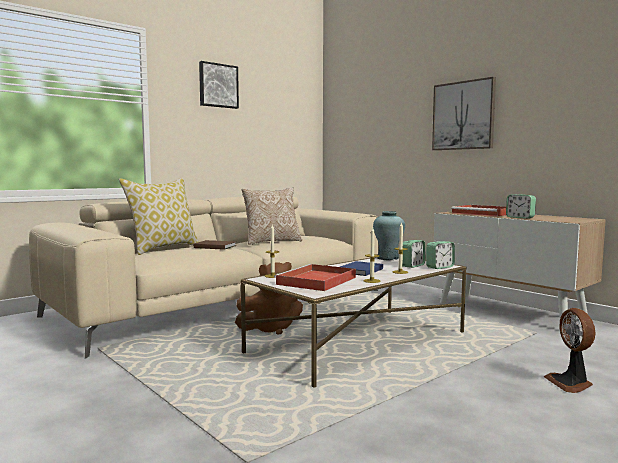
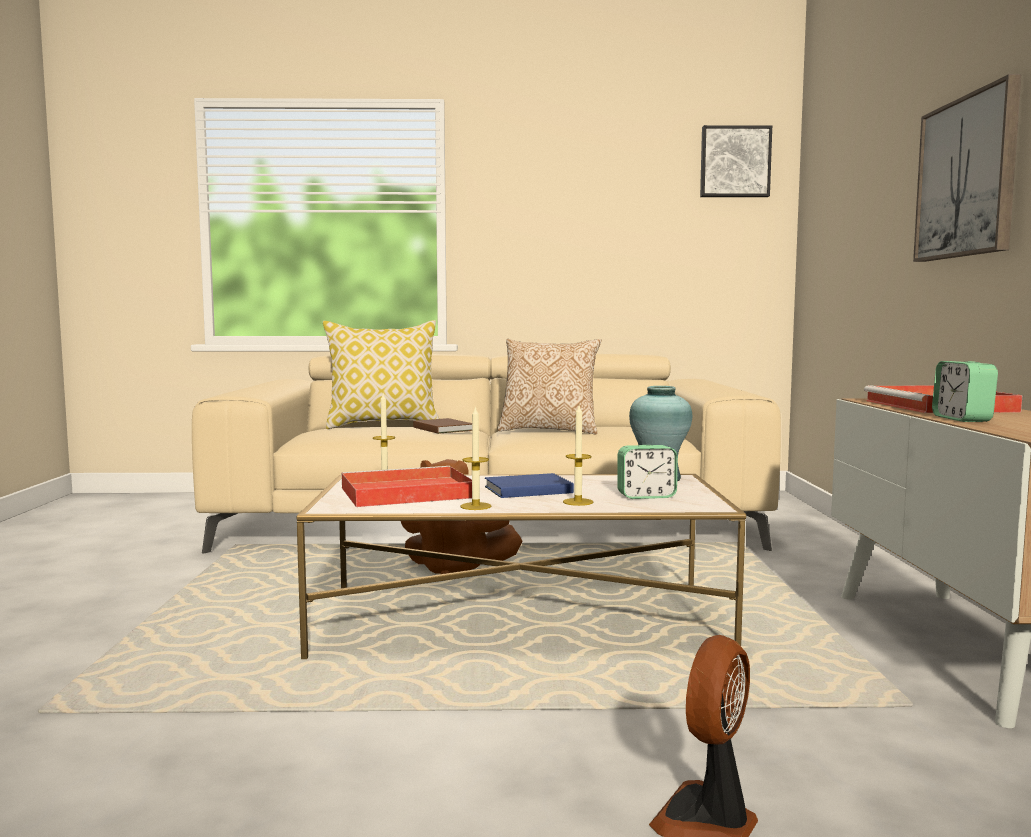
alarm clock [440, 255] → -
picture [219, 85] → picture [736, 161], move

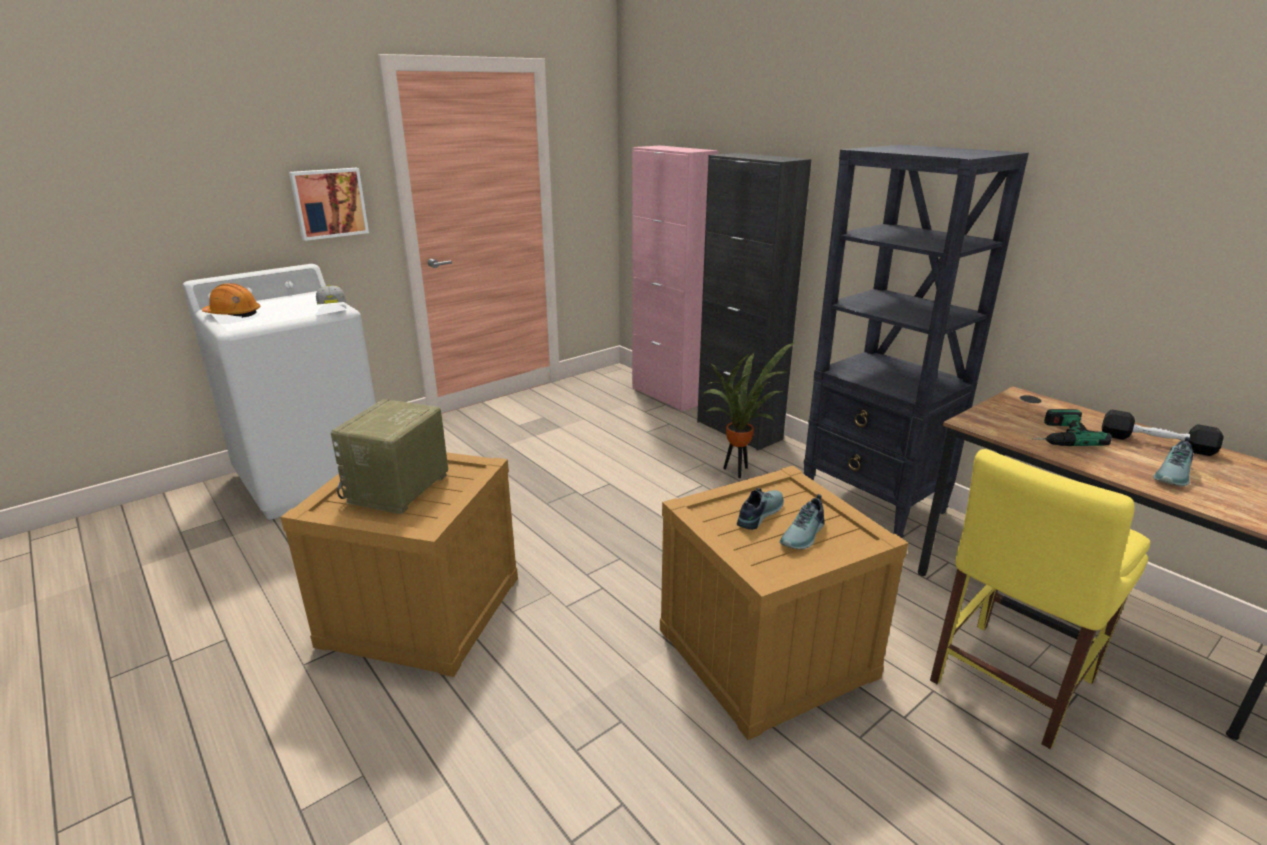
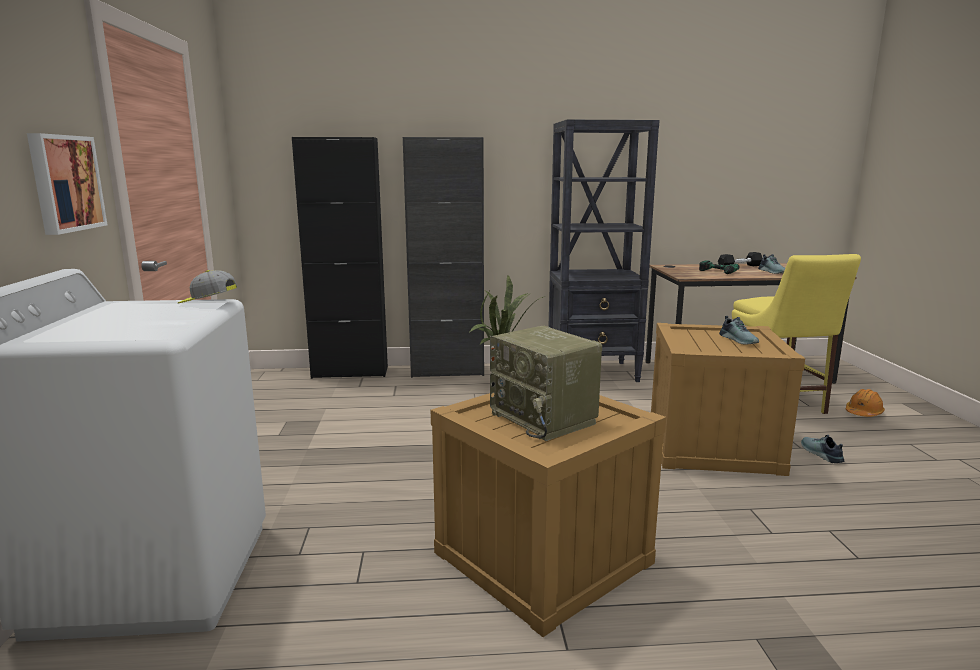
orange hard hat [231, 300] → orange hard hat [865, 403], move
shoe [760, 509] → shoe [822, 449], move
pink cabinet [675, 278] → black cabinet [340, 258]

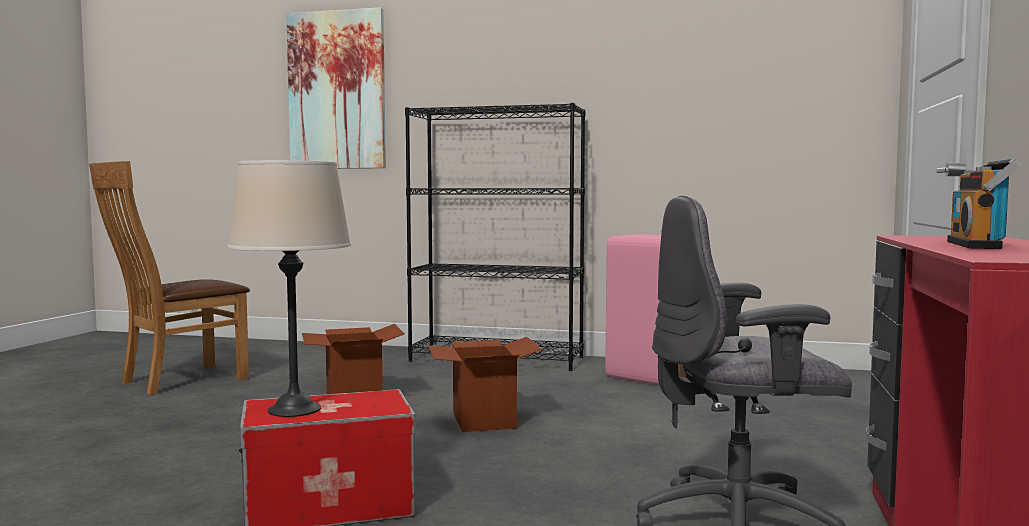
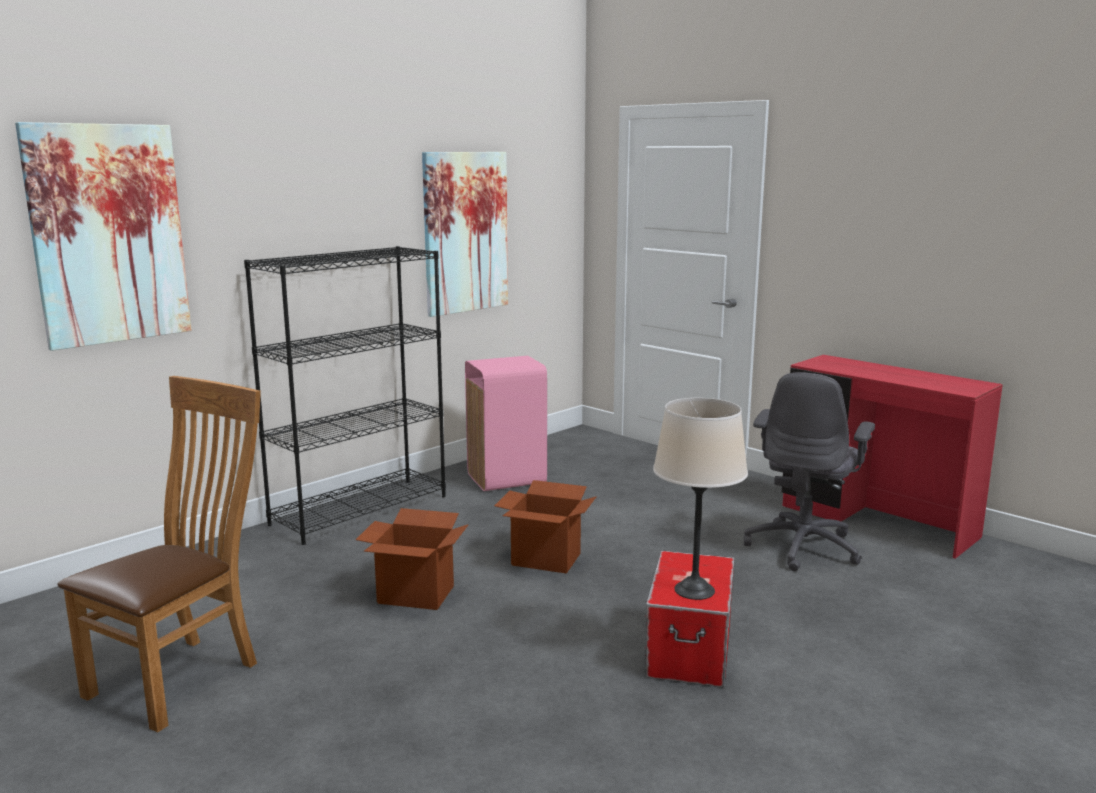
radio [984, 204] → -
- → picture [465, 234]
brown chair [169, 278] → brown chair [159, 554], 135 degrees counterclockwise

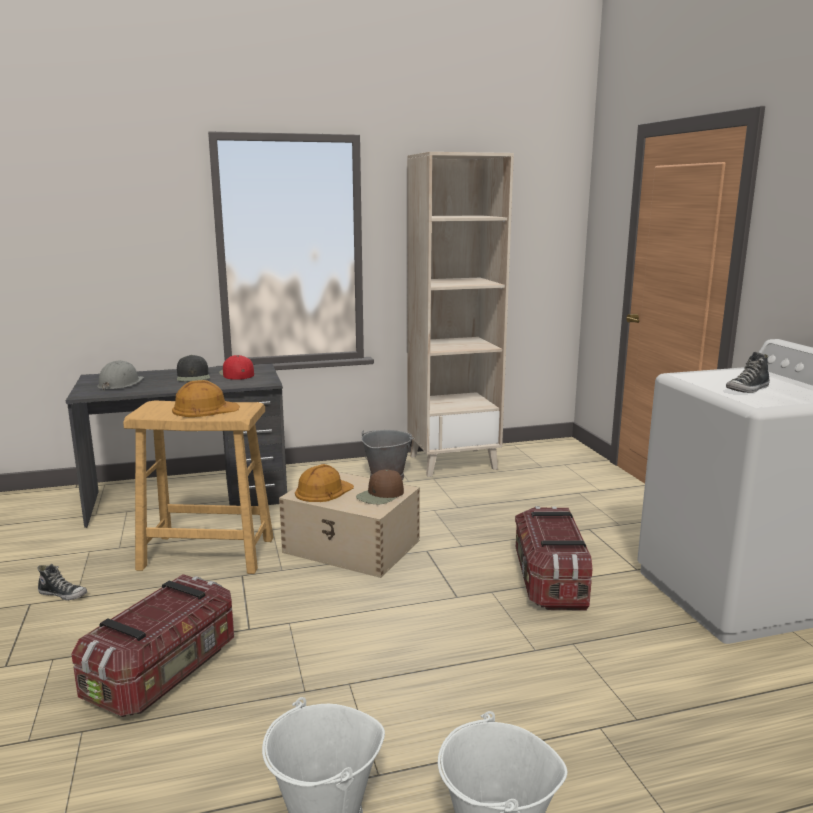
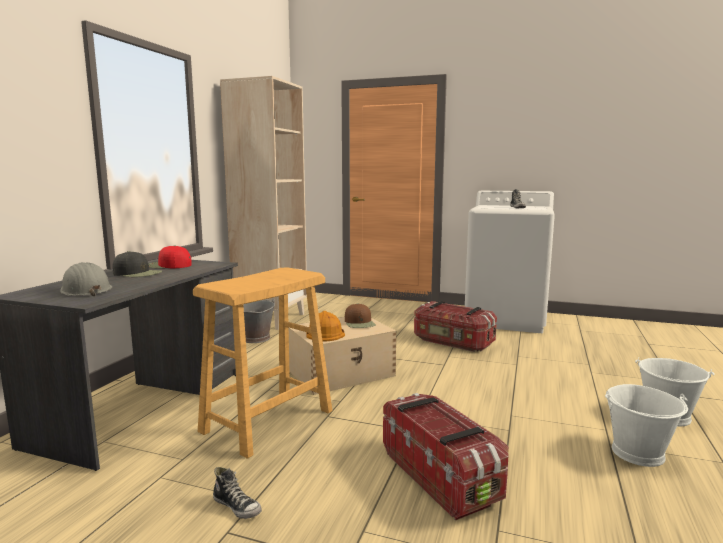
orange hard hat [206, 398] → -
shoe [62, 582] → shoe [237, 493], 75 degrees clockwise

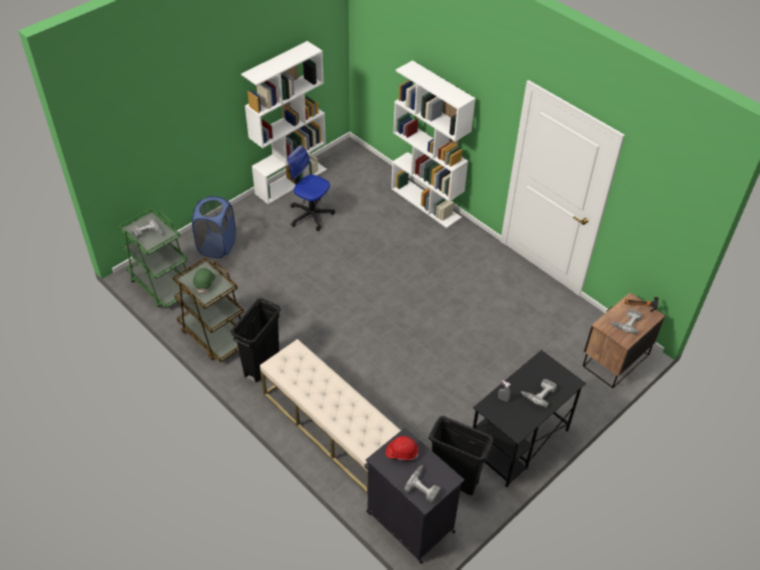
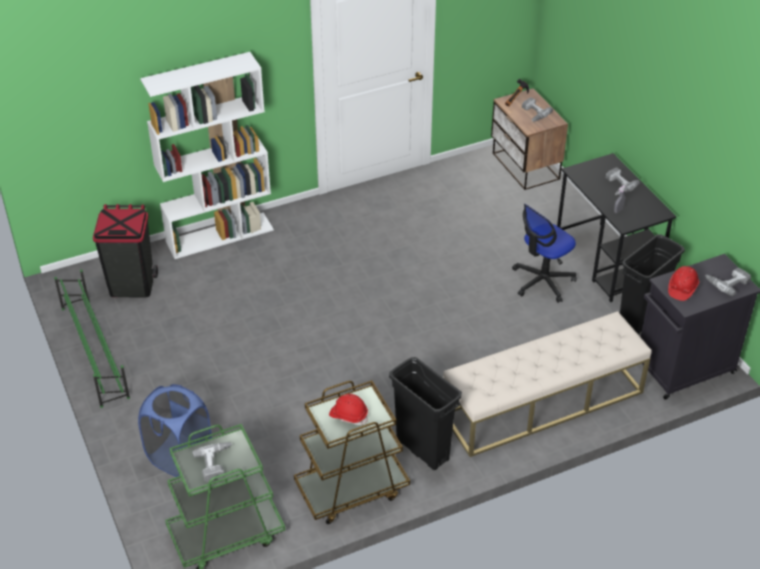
- → black trash can [125, 250]
office chair [311, 188] → office chair [544, 253], move
white bookcase [284, 122] → green shoe rack [92, 338]
green hard hat [204, 281] → red hard hat [348, 409]

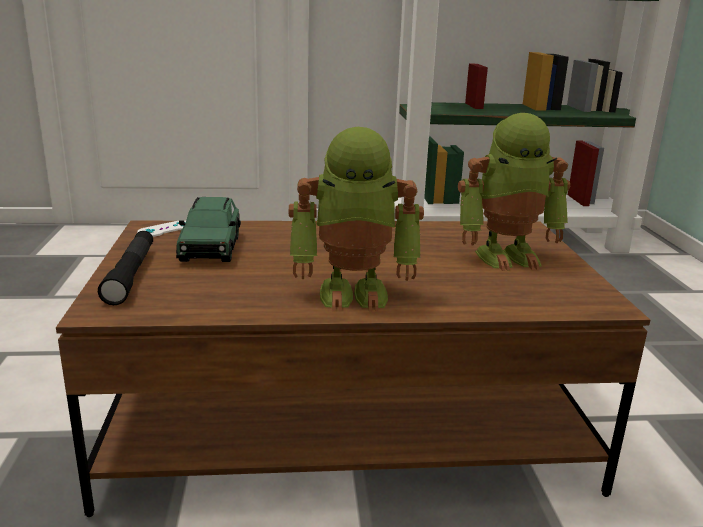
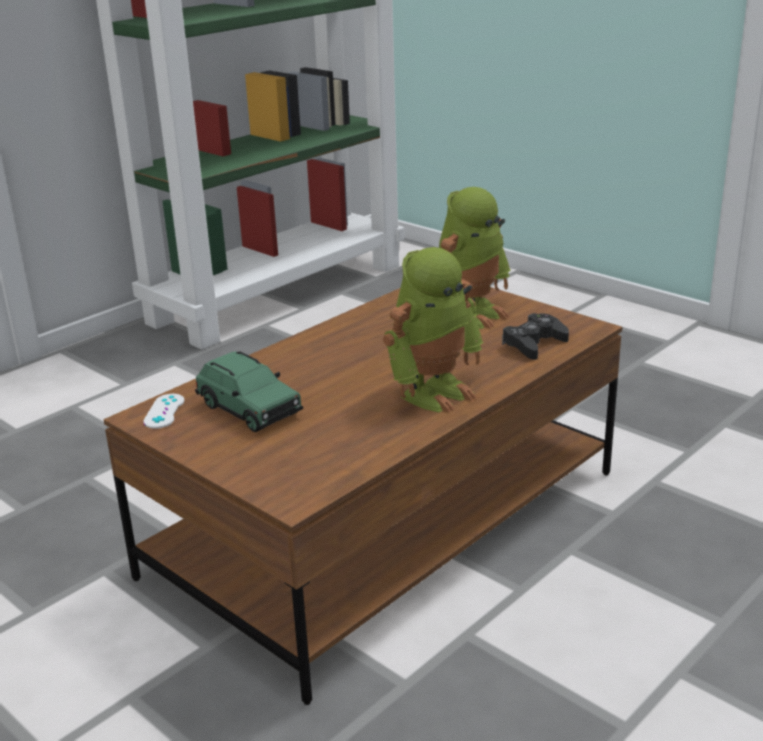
black flashlight [125, 268] → -
- → black game controller [535, 336]

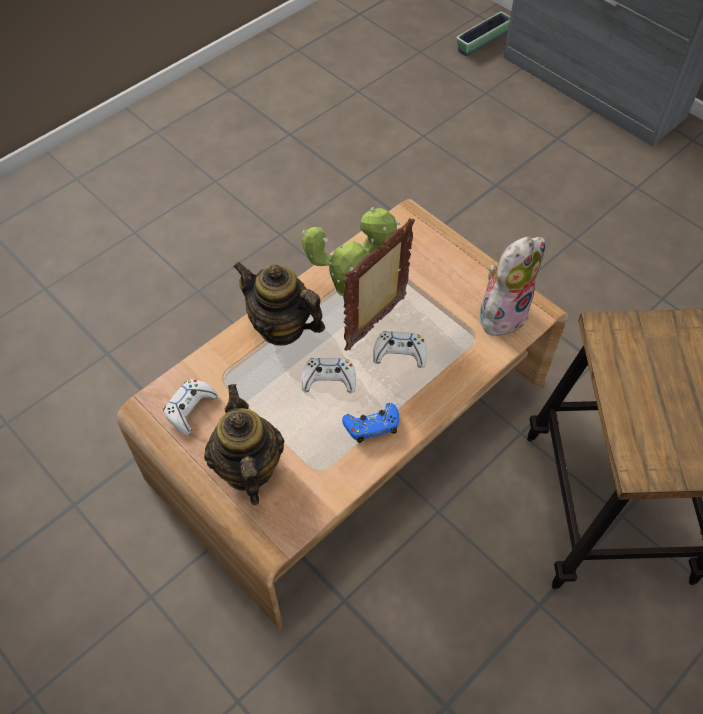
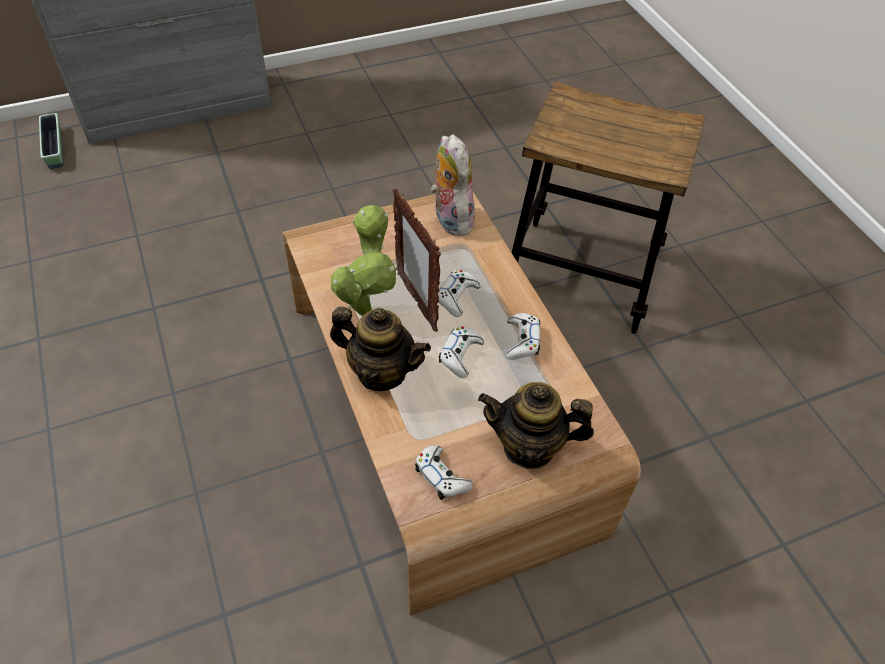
blue game controller [370, 423] → white game controller [523, 336]
teapot [279, 304] → teapot [380, 348], 120 degrees counterclockwise

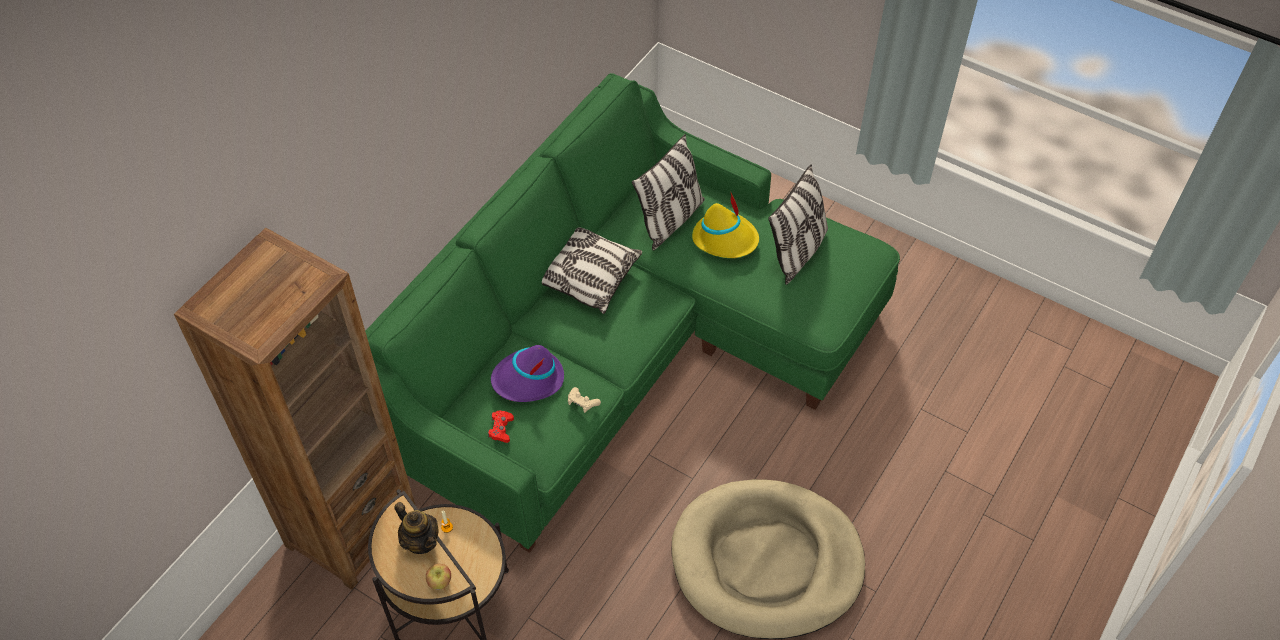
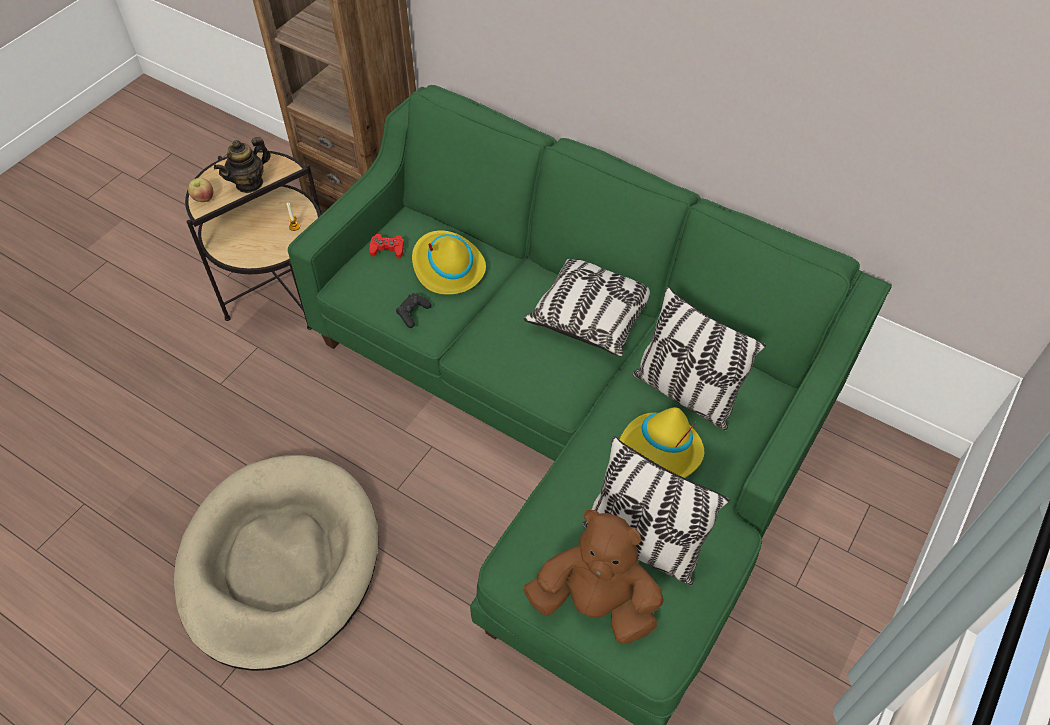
- → brown plush toy [593, 576]
purple hat [527, 373] → yellow hat [449, 262]
beige game controller [584, 400] → black game controller [414, 310]

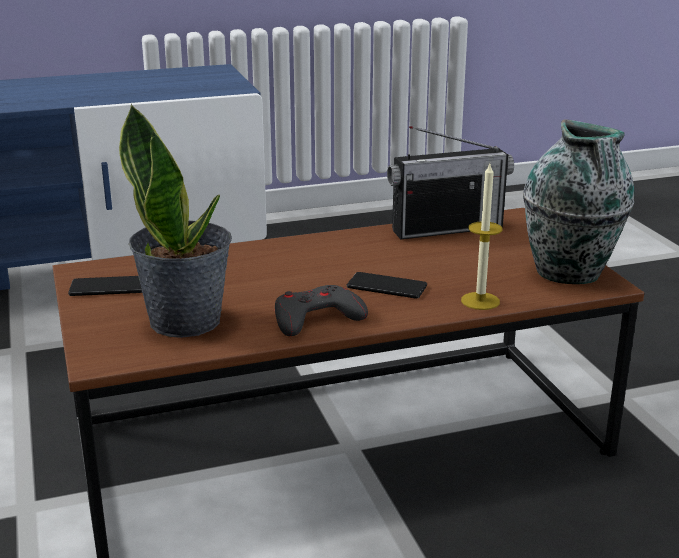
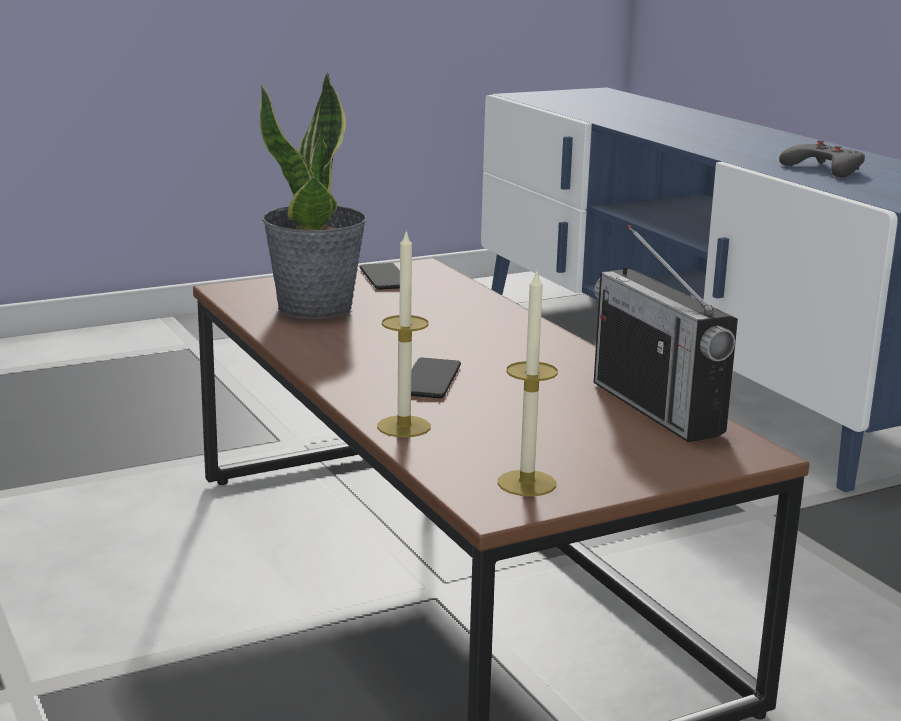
grey game controller [321, 310] → grey game controller [822, 159], move
vase [578, 201] → candle [528, 382]

